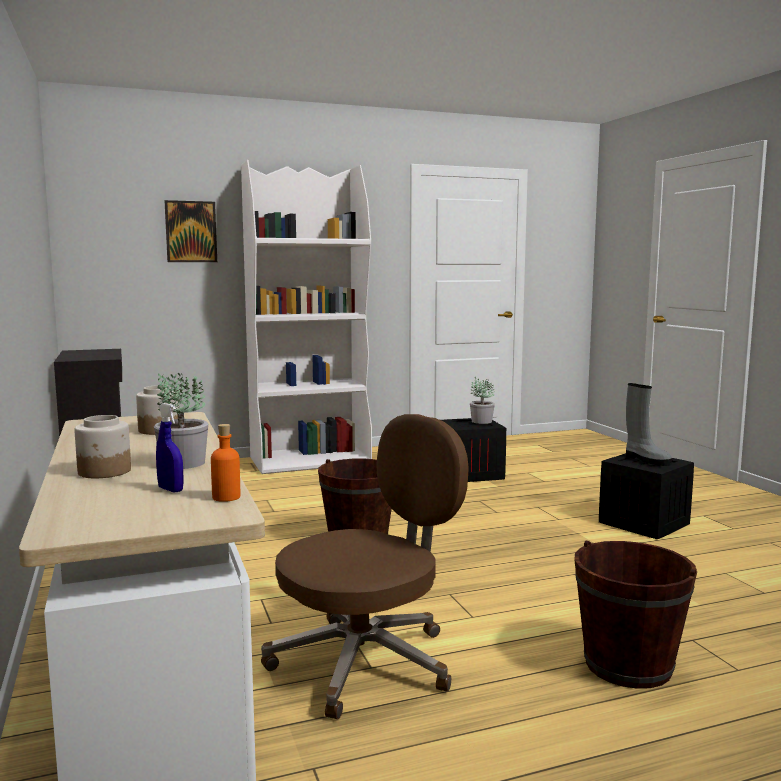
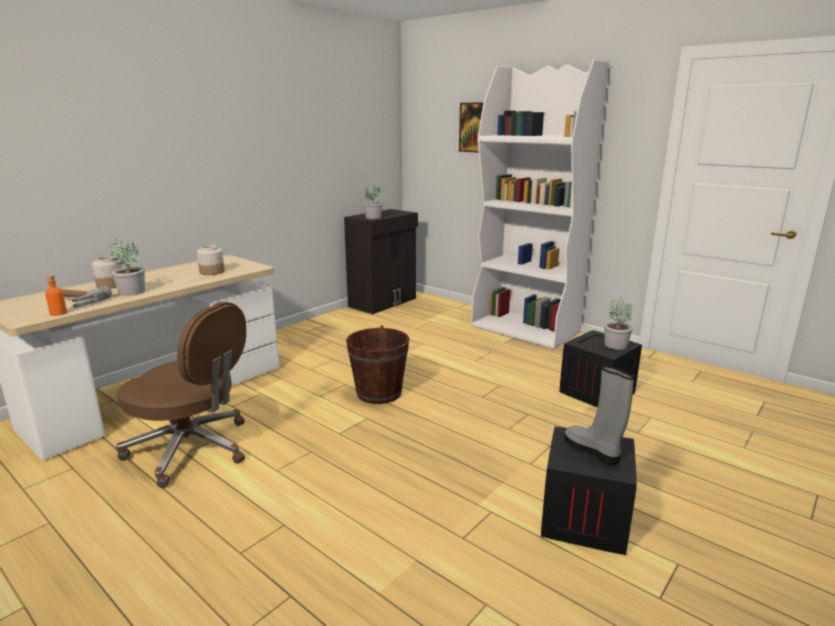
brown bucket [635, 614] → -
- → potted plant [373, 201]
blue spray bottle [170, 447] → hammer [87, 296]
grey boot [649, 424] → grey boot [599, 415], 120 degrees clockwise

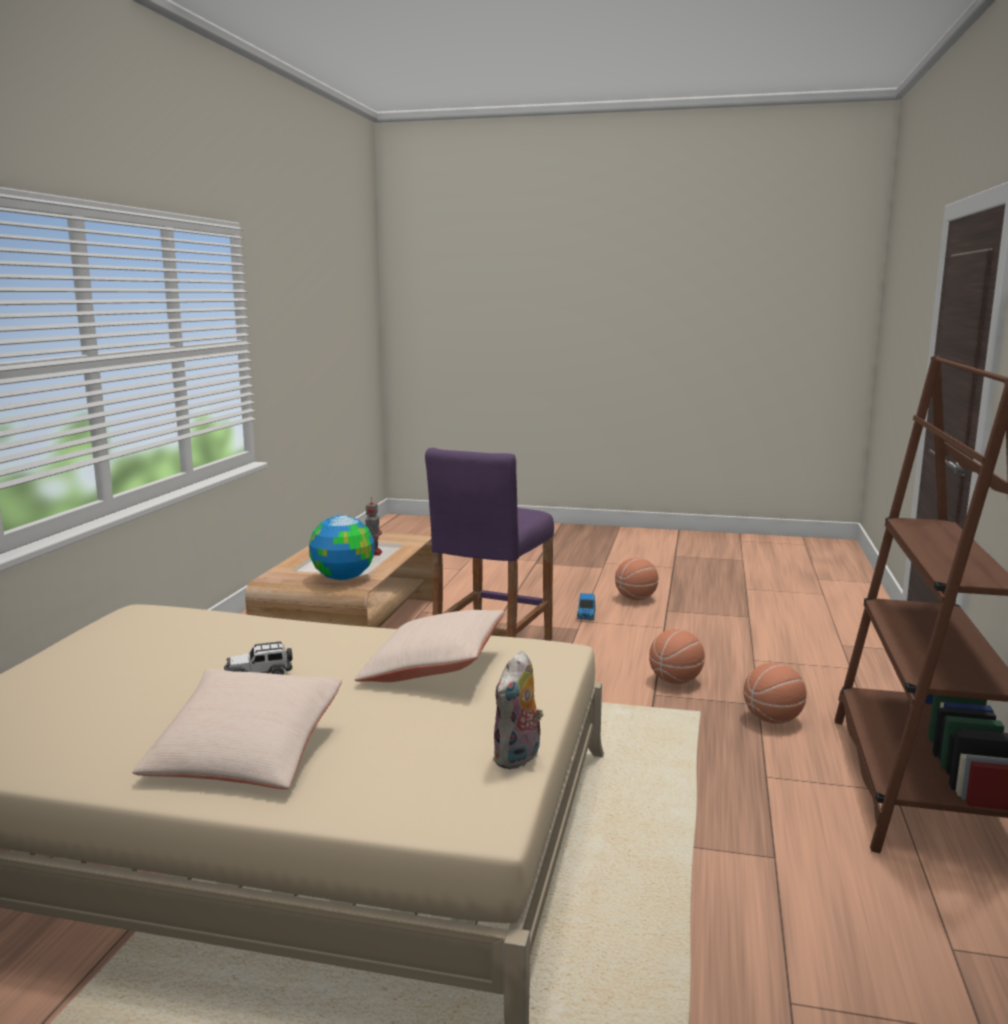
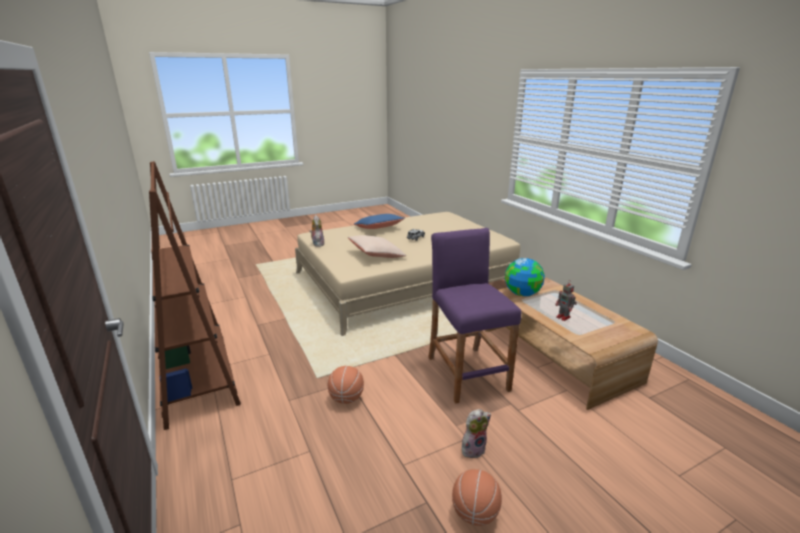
basketball [775, 693] → -
toy car [586, 606] → plush toy [476, 433]
beige pillow [237, 729] → blue pillow [379, 221]

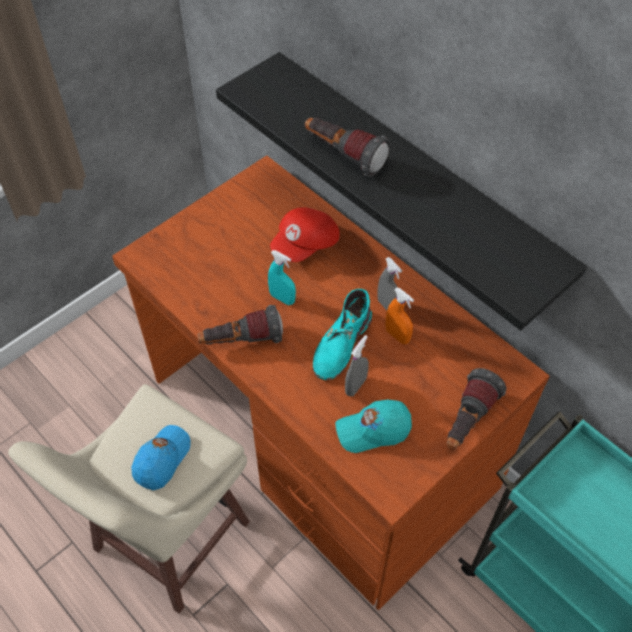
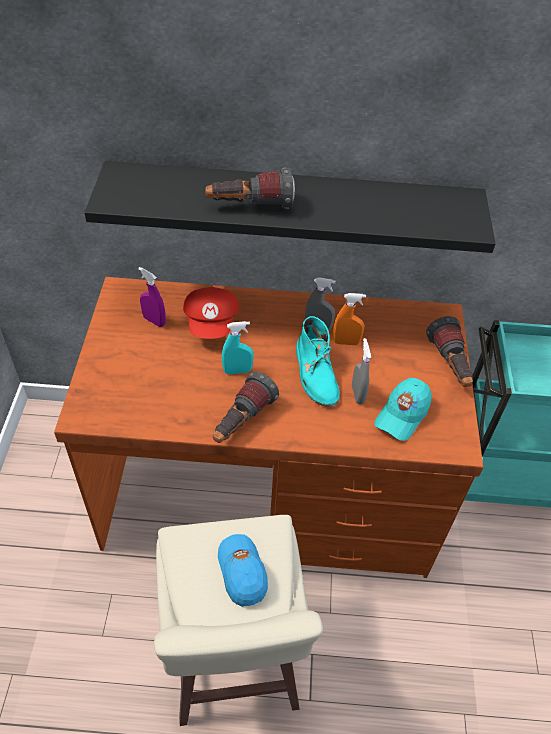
- → purple spray bottle [152, 297]

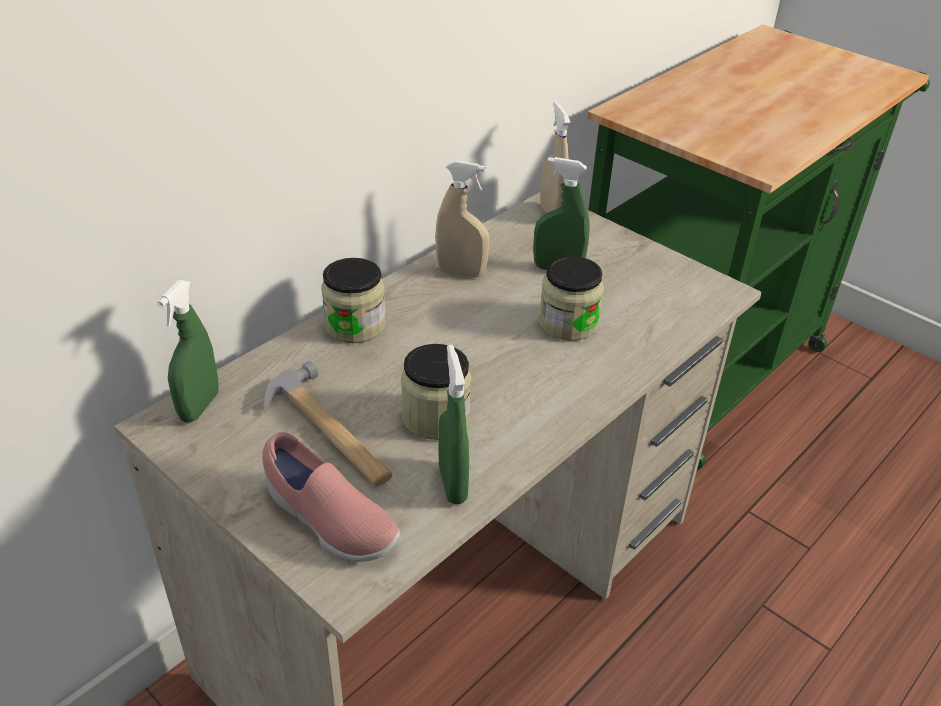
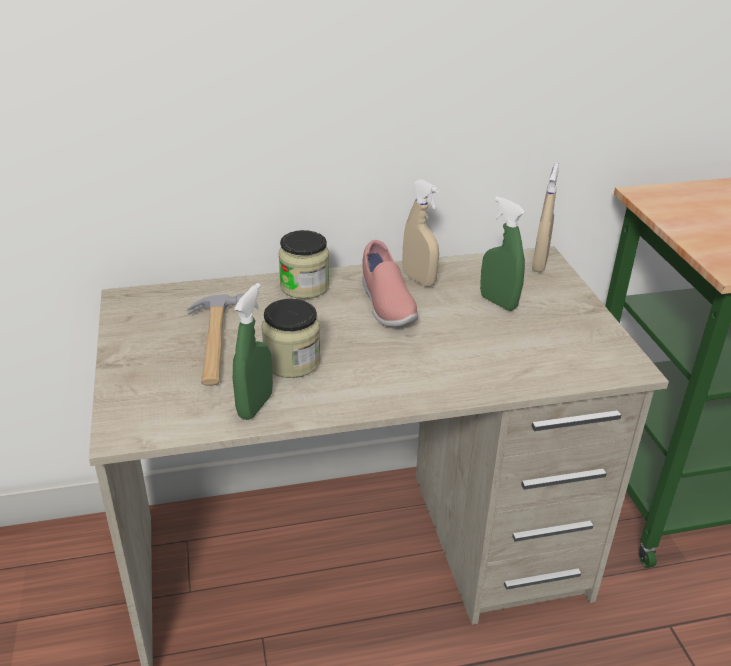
green spray bottle [188, 351] → -
jar [571, 298] → -
pink shoe [331, 497] → pink shoe [390, 283], move

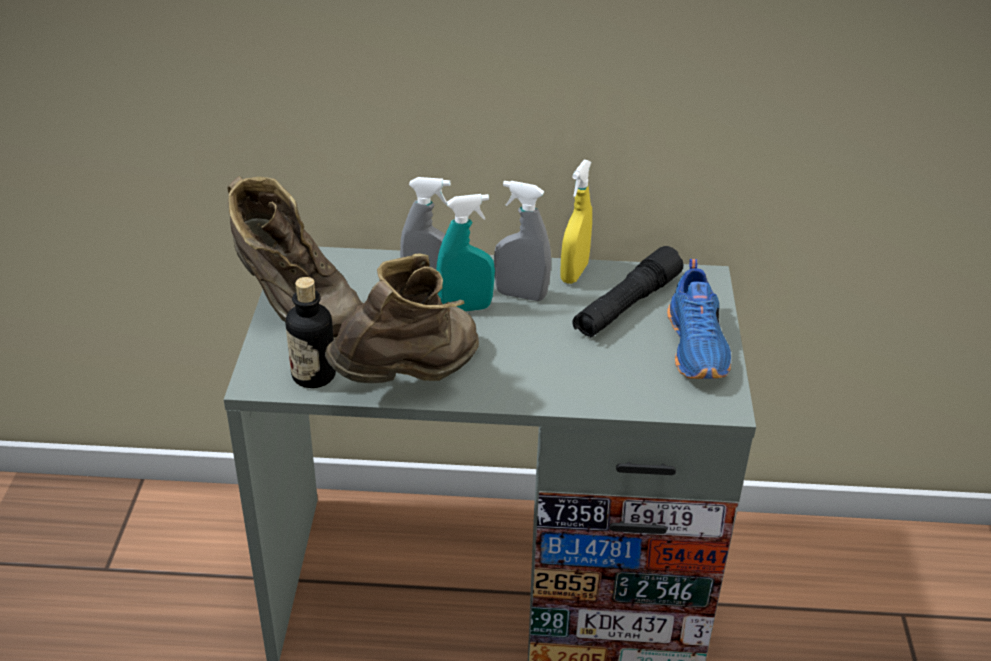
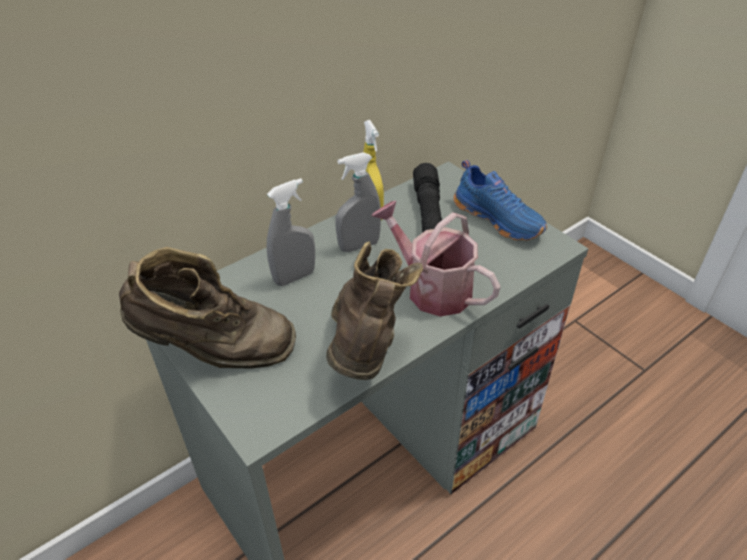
bottle [311, 332] → -
turquoise spray bottle [465, 252] → -
- → watering can [436, 259]

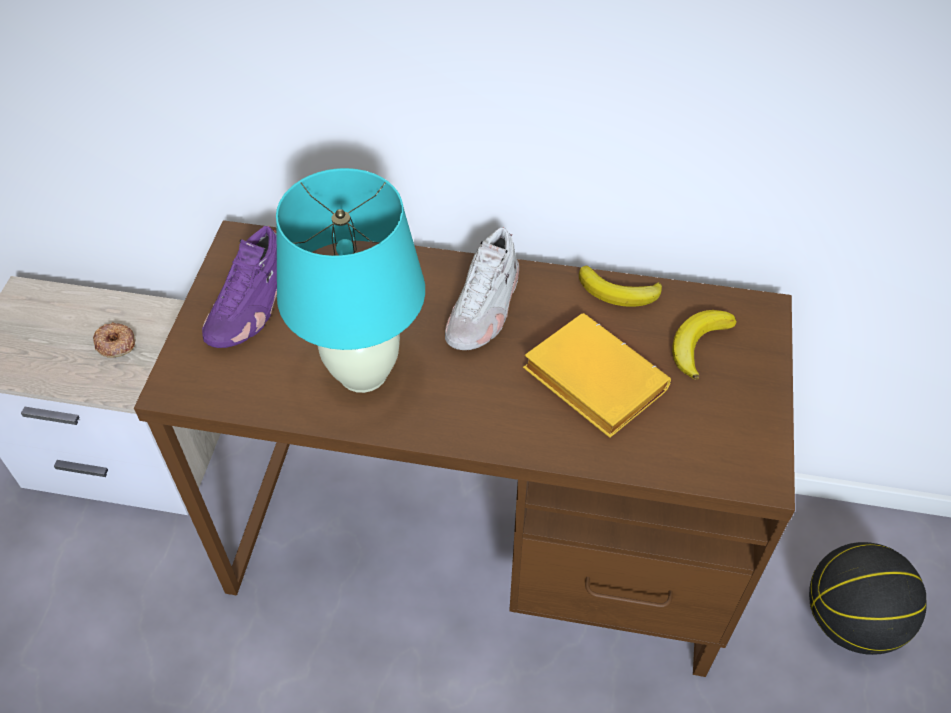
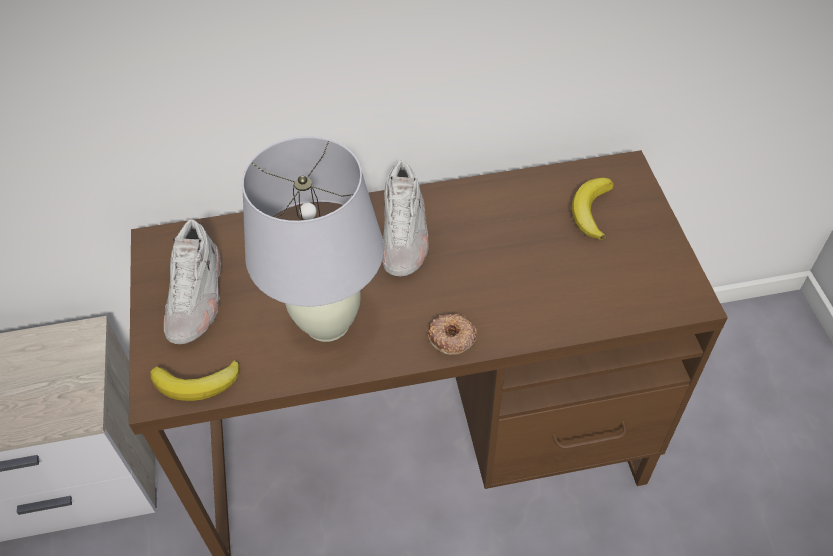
yellow book [597, 375] → -
basketball [868, 598] → -
donut [114, 340] → donut [452, 334], move
banana [620, 286] → banana [195, 380], move
purple shoe [239, 287] → white shoe [192, 281]
turquoise table lamp [350, 280] → white table lamp [313, 239]

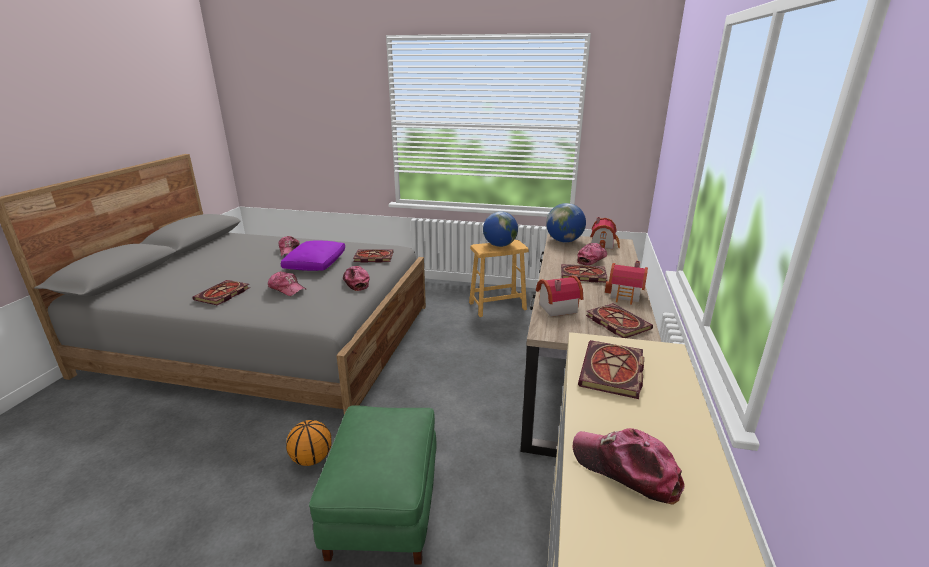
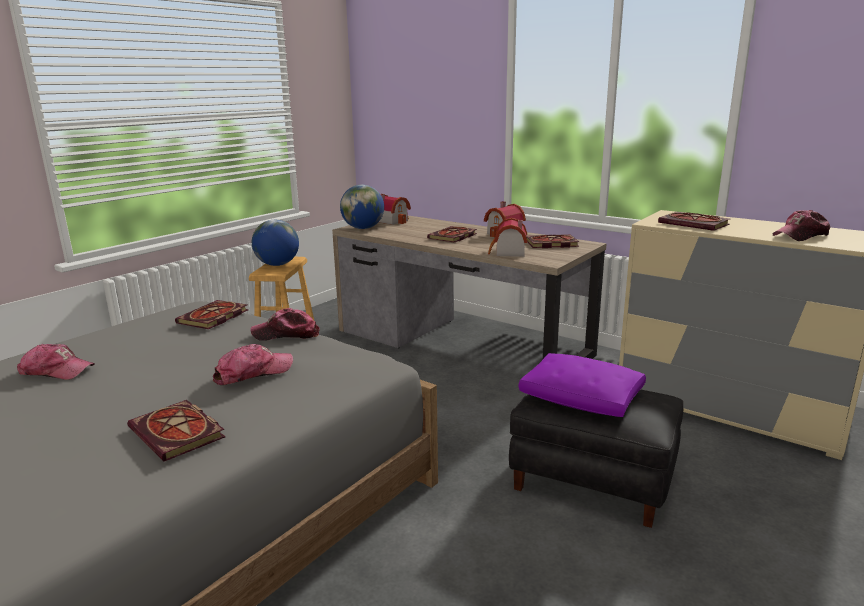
basketball [309, 443] → -
cap [592, 254] → -
purple pillow [313, 255] → purple pillow [582, 385], move
green ottoman [373, 485] → black ottoman [596, 458]

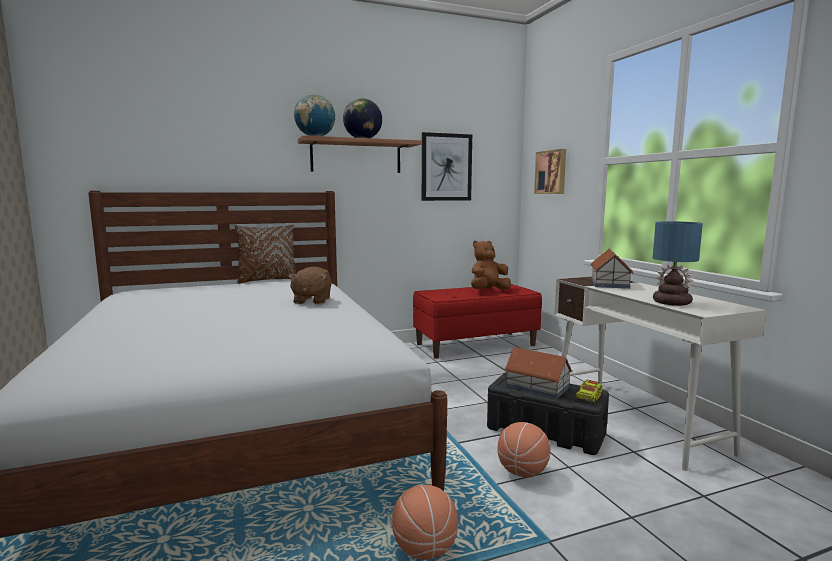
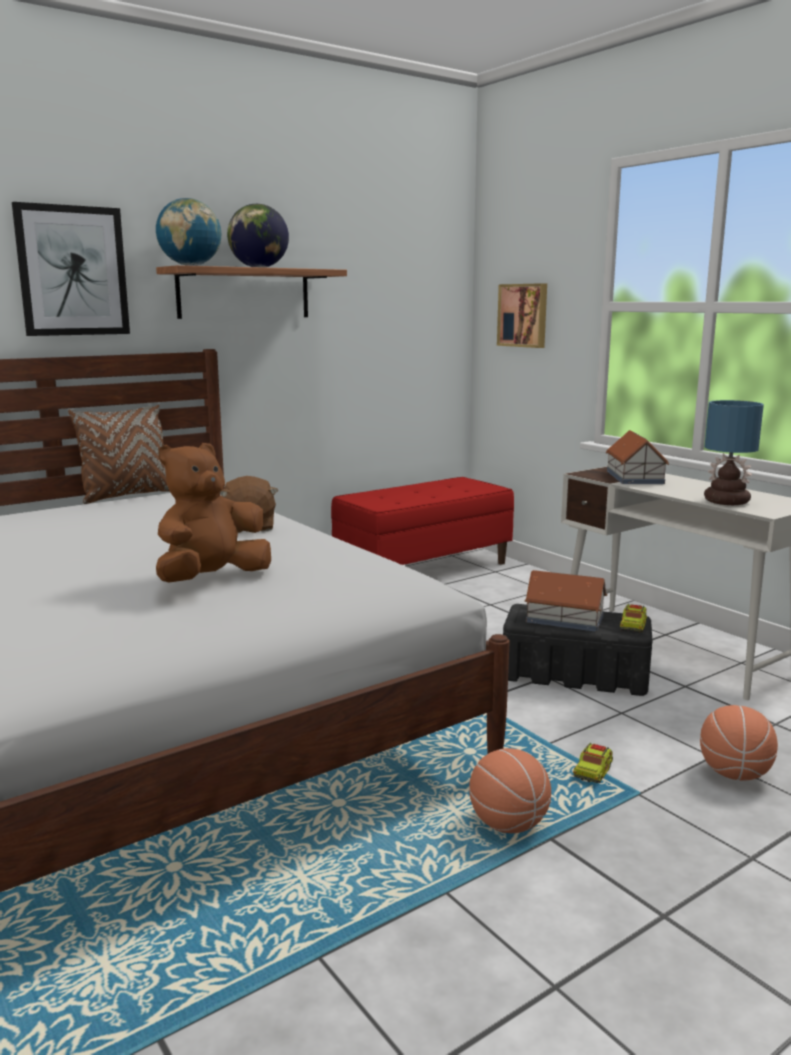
- → toy truck [593, 763]
picture [447, 166] → picture [71, 269], move
brown plush toy [491, 265] → brown plush toy [213, 513], move
basketball [524, 449] → basketball [739, 743], move

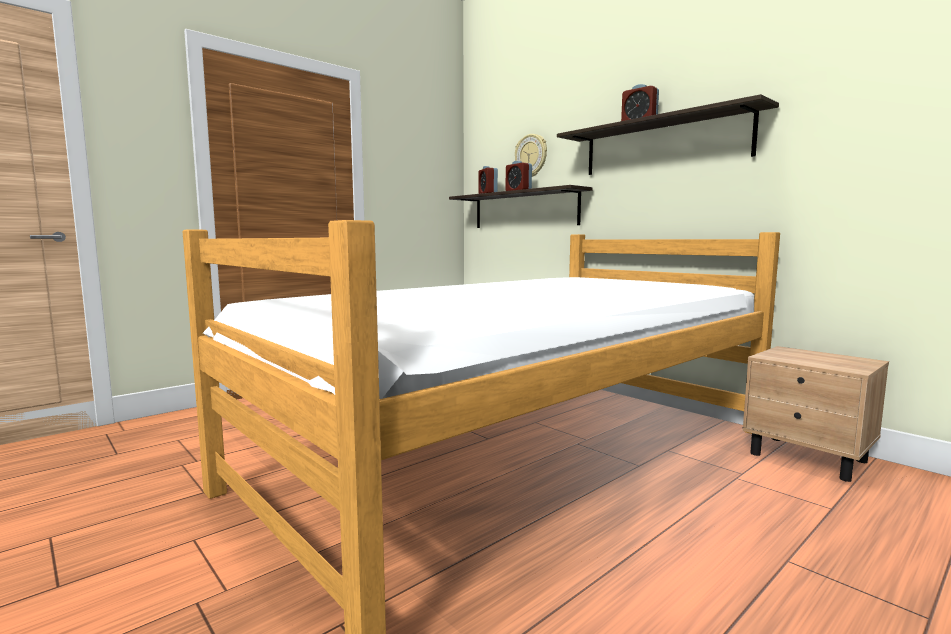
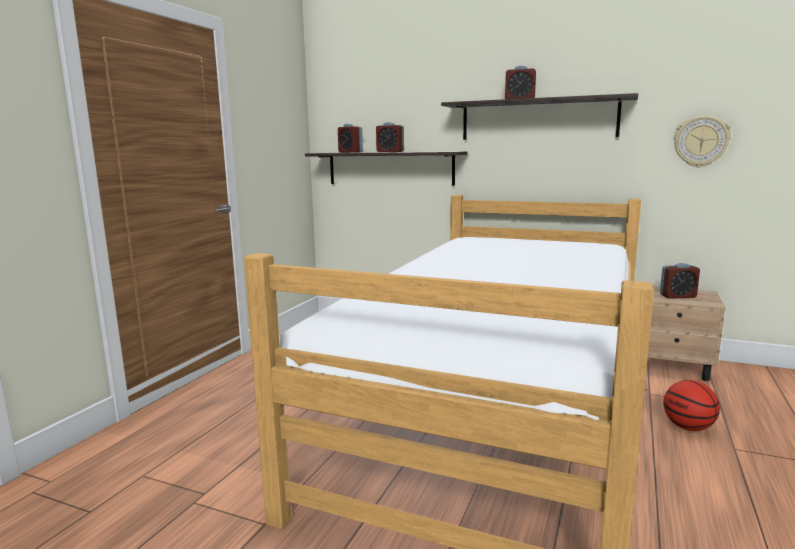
- → alarm clock [680, 281]
- → basketball [691, 405]
wall clock [531, 155] → wall clock [702, 141], move

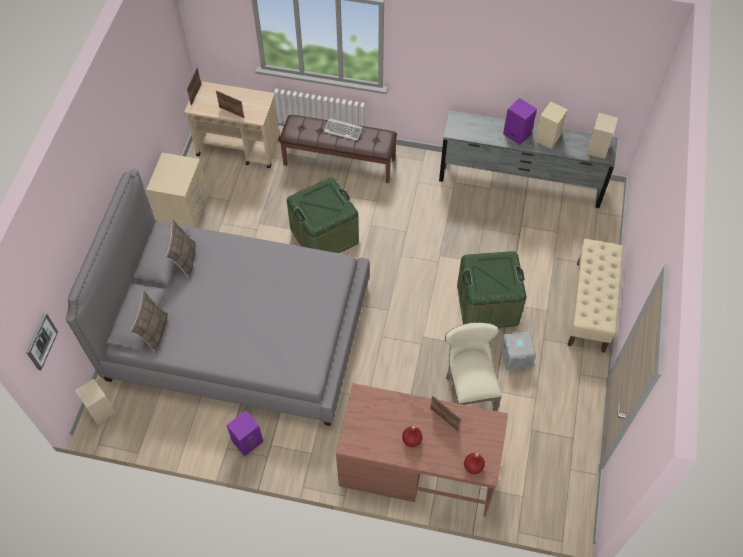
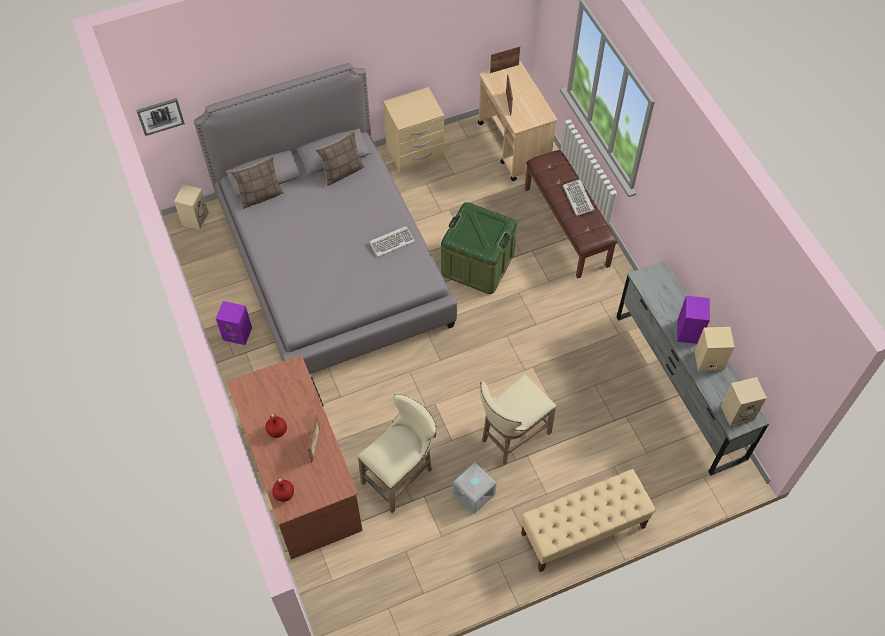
- → keyboard [392, 241]
green storage box [491, 289] → beige stool [518, 419]

